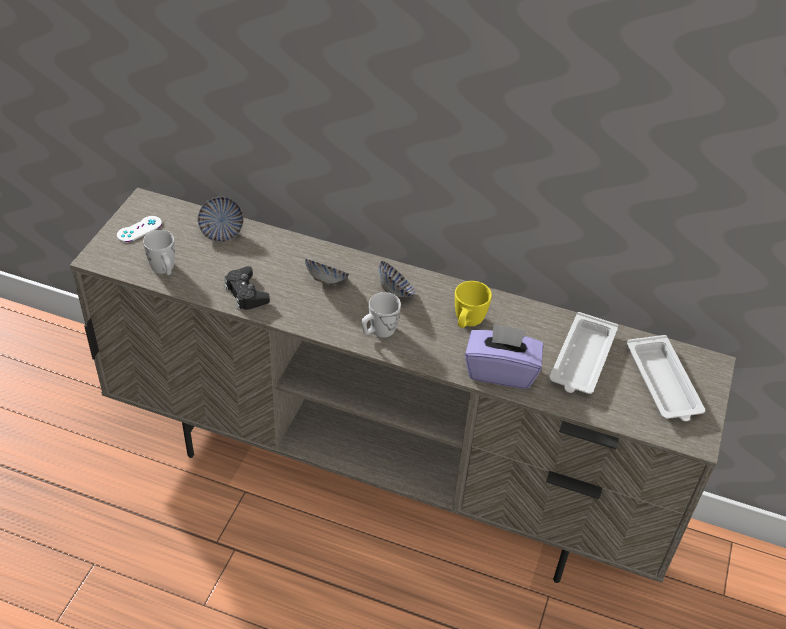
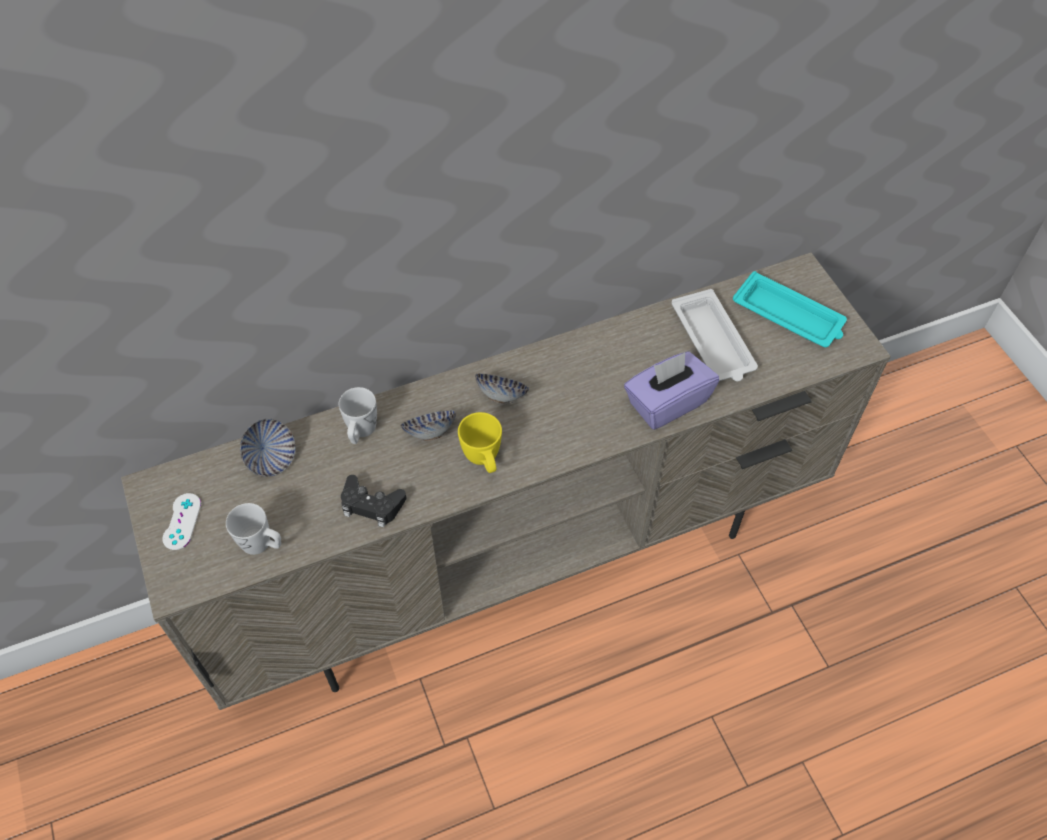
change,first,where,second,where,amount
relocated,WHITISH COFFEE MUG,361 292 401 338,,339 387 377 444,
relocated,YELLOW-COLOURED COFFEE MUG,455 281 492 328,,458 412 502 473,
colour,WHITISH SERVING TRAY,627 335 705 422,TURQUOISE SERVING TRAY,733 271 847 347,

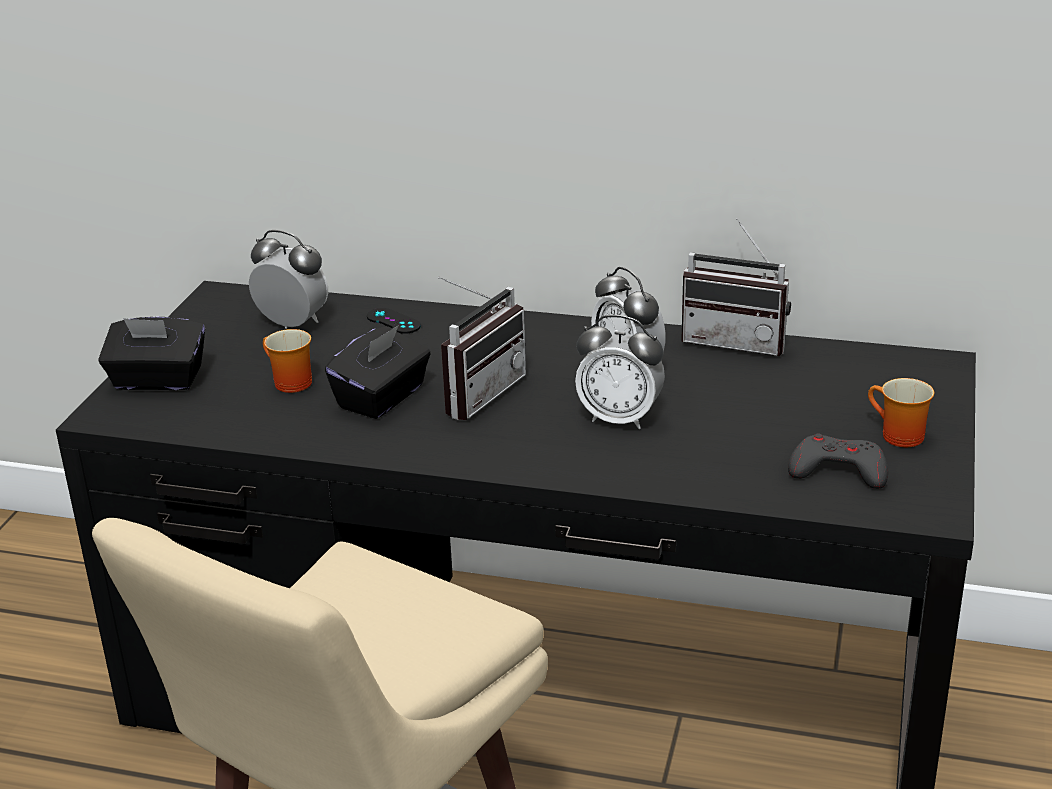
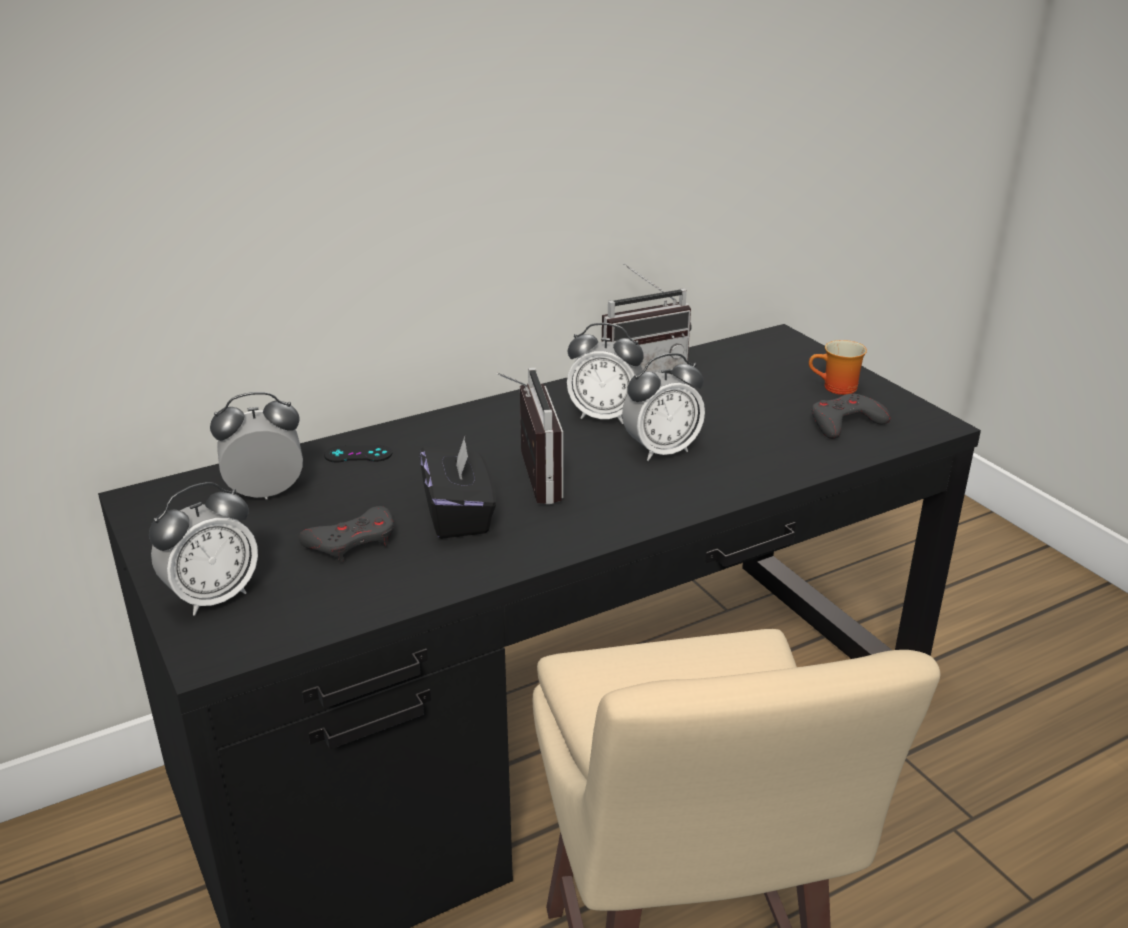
change,first,where,second,where,amount
exchanged,BLACK TISSUE HOLDER,98 316 205 390,ALARM CLOCK,149 482 258 615,
exchanged,COFFEE MUG,263 329 312 393,GREYISH JOYPAD,299 506 394 562,

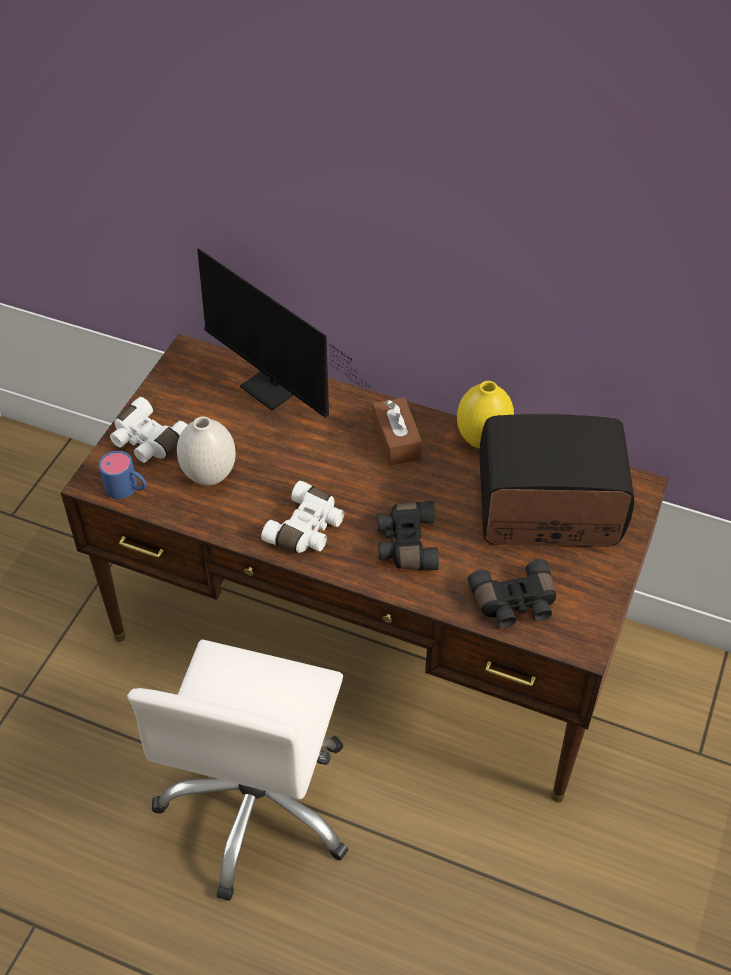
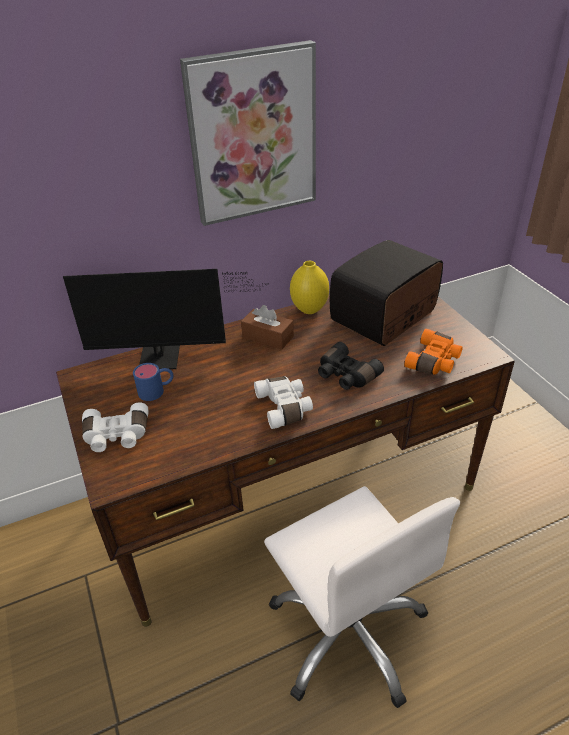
change,first,where,second,where,amount
relocated,BLUE COFFEE MUG,99 451 146 499,,133 363 173 401,
missing,WHITISH VASE,177 416 236 485,,,
colour,BLACK BINOCULARS,468 559 556 628,ORANGE-COLOURED BINOCULARS,404 329 463 375,
appeared,,,WALL ART,180 40 316 226,

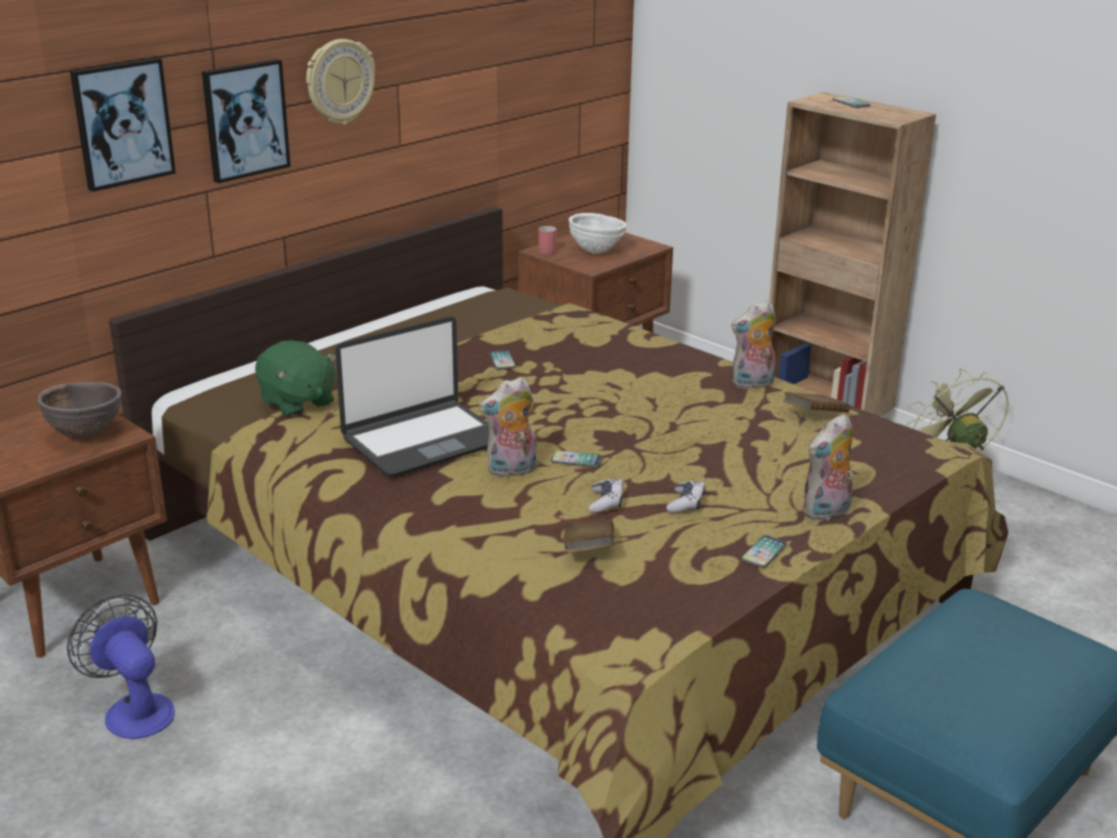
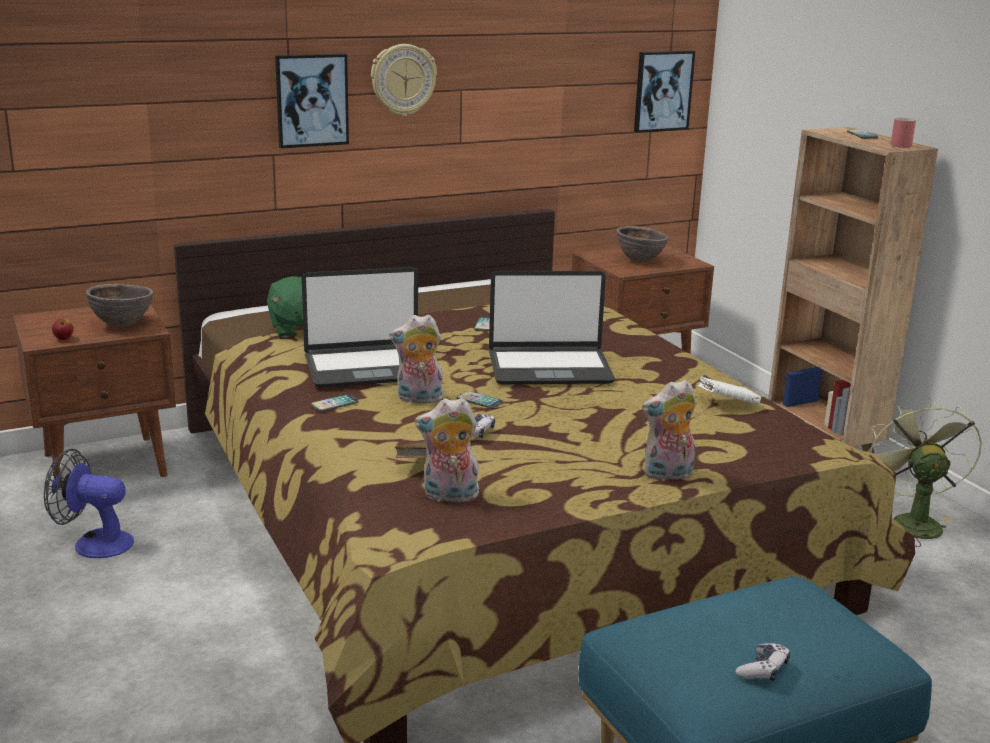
change,first,where,second,where,amount
spun,FAN,67 594 175 739,,44 449 134 558,60 degrees counterclockwise
relocated,WALL ART,70 58 176 192,,634 51 695 133,
relocated,RED COFFEE MUG,538 226 557 254,,890 118 916 148,
colour,WHITISH SERVING BOWL,569 213 626 254,BROWNISH SERVING BOWL,616 226 669 263,
relocated,JOYPAD,666 480 705 513,,736 643 790 681,
relocated,CUDDLY TOY,731 300 776 389,,415 398 480 502,
relocated,PHONE,741 535 787 568,,311 394 359 412,
colour,BROWNISH BOUND BOOK,783 392 850 412,WHITISH BOUND BOOK,698 376 761 405,
appeared,,,APPLE,52 318 74 340,
appeared,,,NOTEBOOK COMPUTER,489 271 615 384,

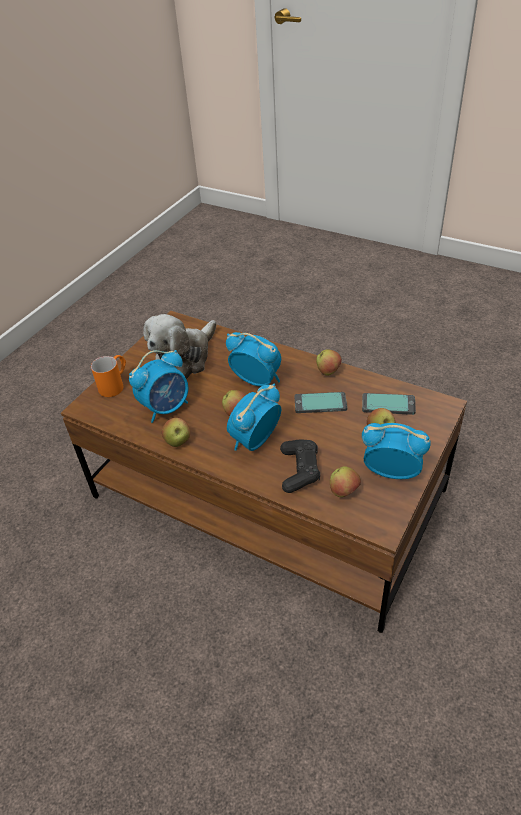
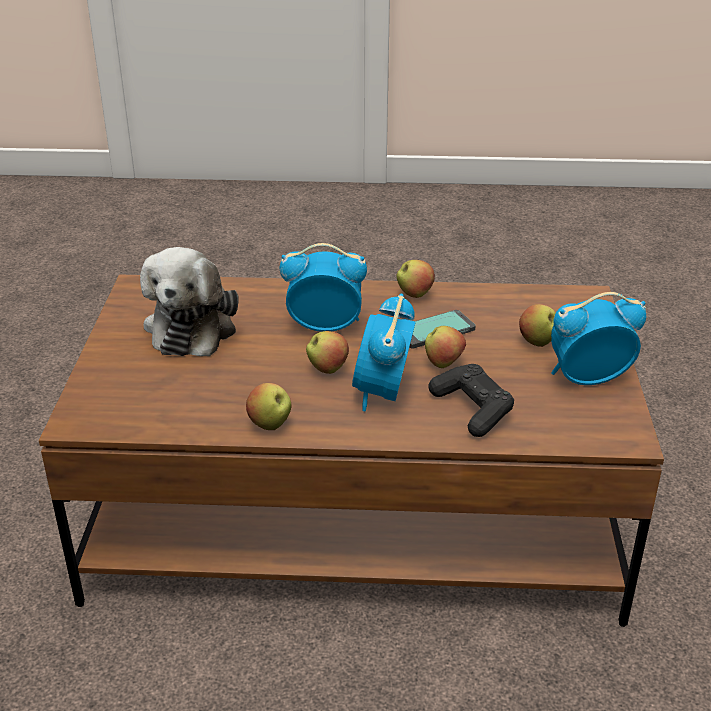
change,first,where,second,where,amount
missing,ORANGE-COLOURED COFFEE MUG,91 355 126 397,,,
missing,ALARM CLOCK,129 350 188 423,,,
relocated,APPLE,330 466 361 497,,425 326 466 368,
missing,PHONE,362 393 416 415,,,

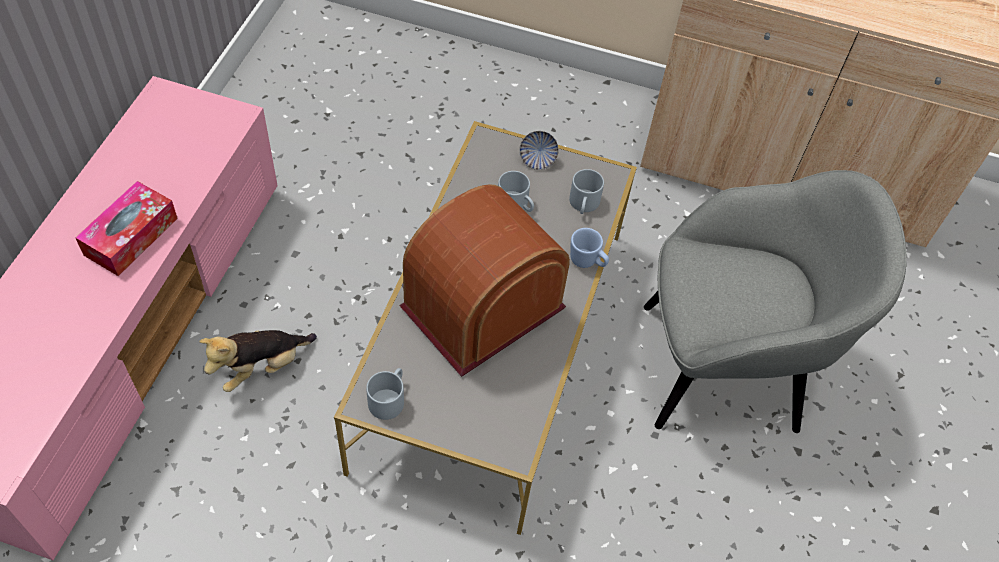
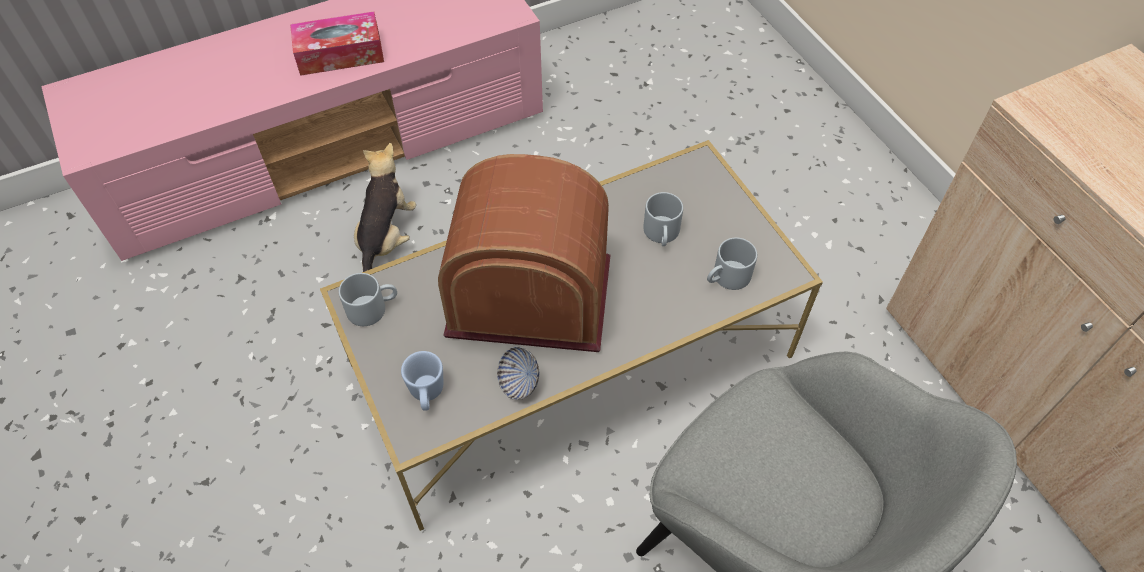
change,first,where,second,where,amount
spun,CUDDLY TOY,199 330 317 392,,354 143 416 272,90 degrees clockwise
relocated,SERVING BOWL,519 131 559 170,,497 347 539 400,
relocated,BLUE COFFEE MUG,570 228 609 268,,401 351 443 411,

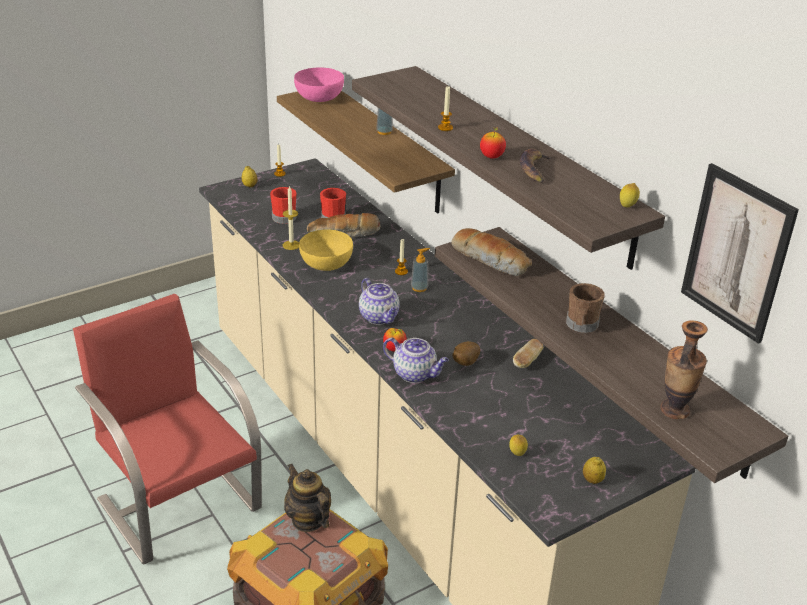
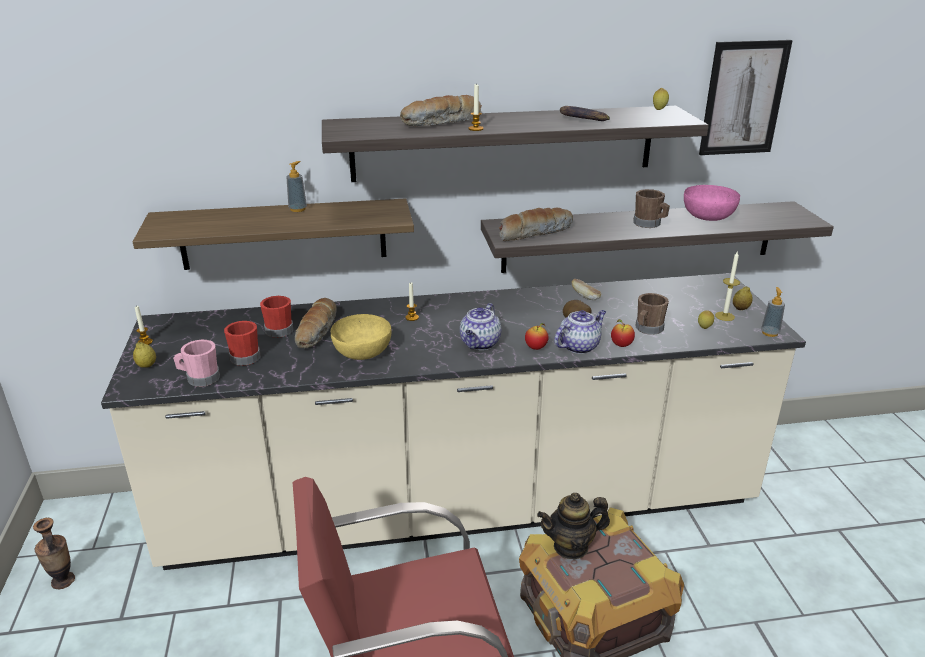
change,first,where,second,where,amount
relocated,CANDLE,283 185 299 250,,715 252 740 321,
relocated,PINK SERVING BOWL,294 67 344 102,,684 185 740 221,
spun,TEAPOT,359 278 400 325,,460 303 501 350,120 degrees clockwise
relocated,SOAP DISPENSER,411 248 430 292,,761 287 785 337,
relocated,APPLE,480 127 506 159,,611 319 635 347,
relocated,VASE,660 320 708 419,,33 518 75 589,
appeared,,,PINK COFFEE MUG,173 340 220 387,
appeared,,,BAKERY BREAD,400 95 482 126,
appeared,,,BROWNISH COFFEE MUG,635 293 669 335,

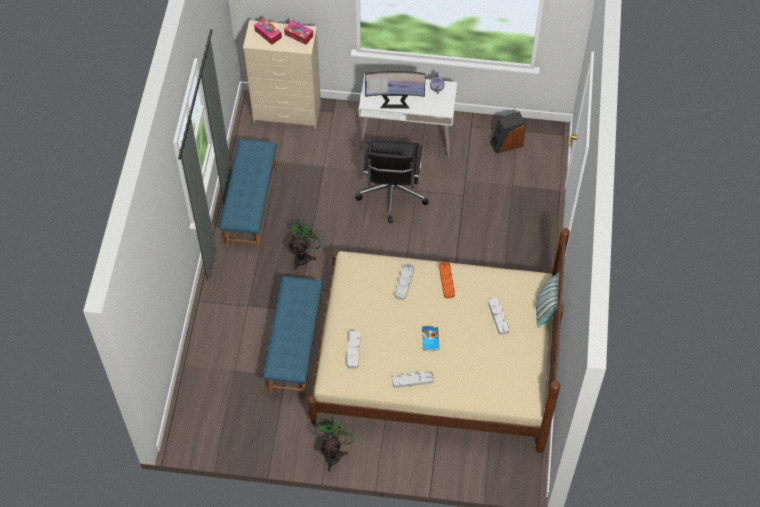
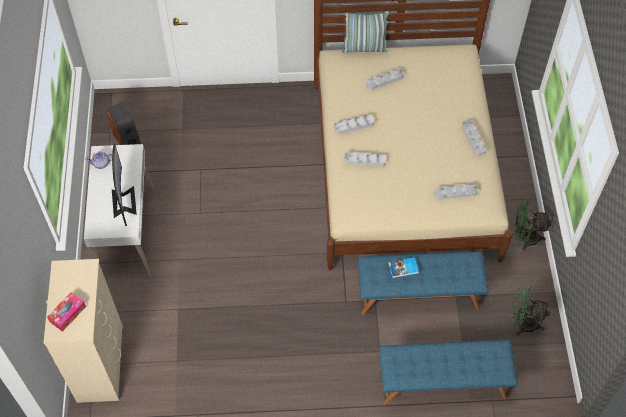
change,first,where,second,where,amount
relocated,BLUE INDOOR BENCH,220 139 277 250,,379 340 518 405,
missing,TISSUE HOLDER,284 20 313 45,,,
relocated,GREEN FAN,288 219 324 270,,509 284 550 335,
missing,BLACK COMPUTER CHAIR,355 140 428 223,,,
relocated,BOUND BOOK,422 326 439 351,,388 257 419 278,
colour,ORANGE-COLOURED SERVING TRAY,439 262 455 298,GREYISH SERVING TRAY,334 114 374 134,

